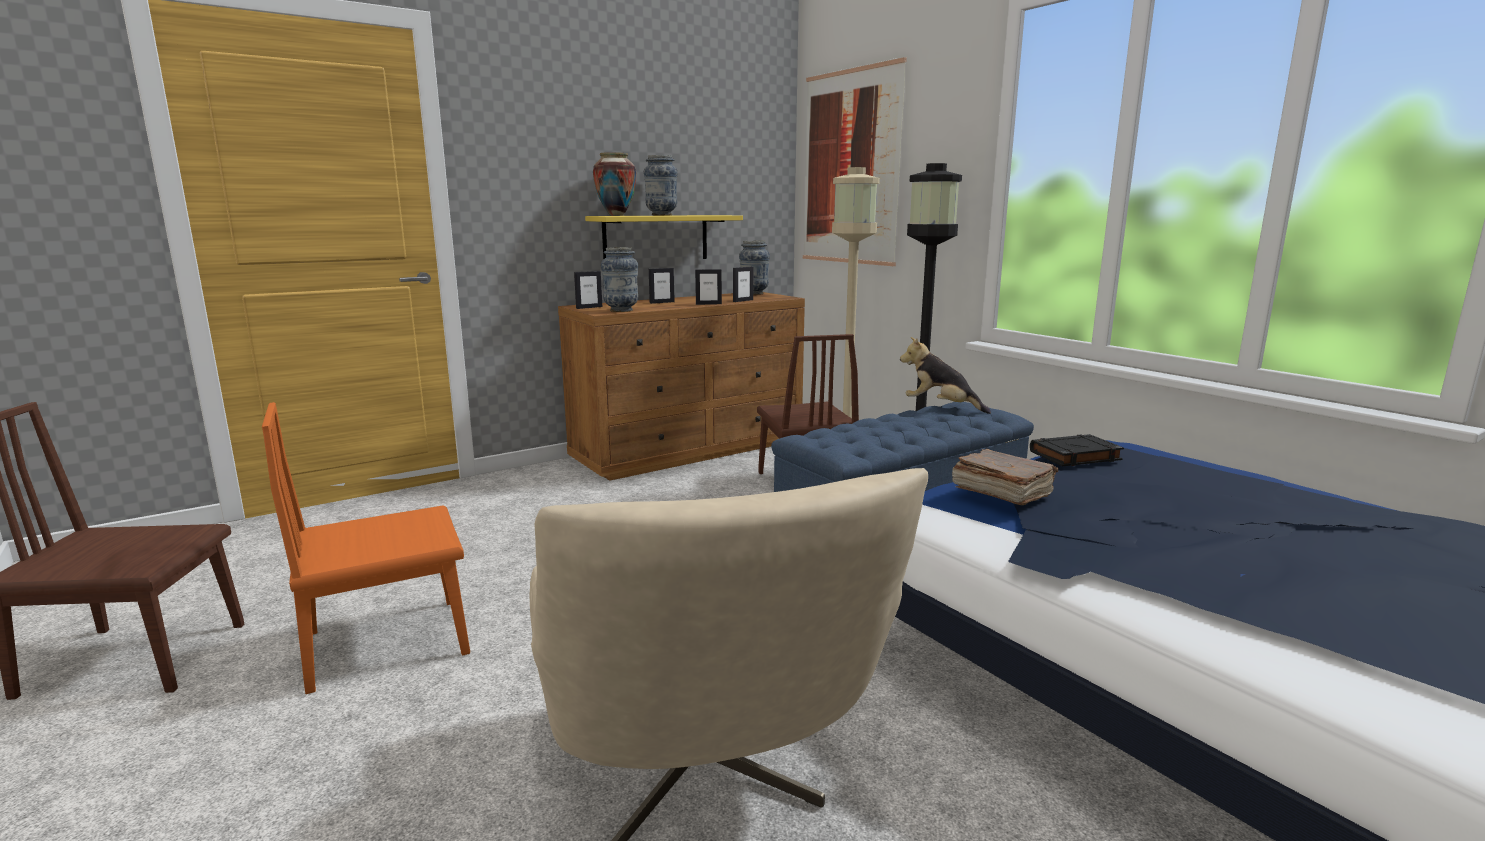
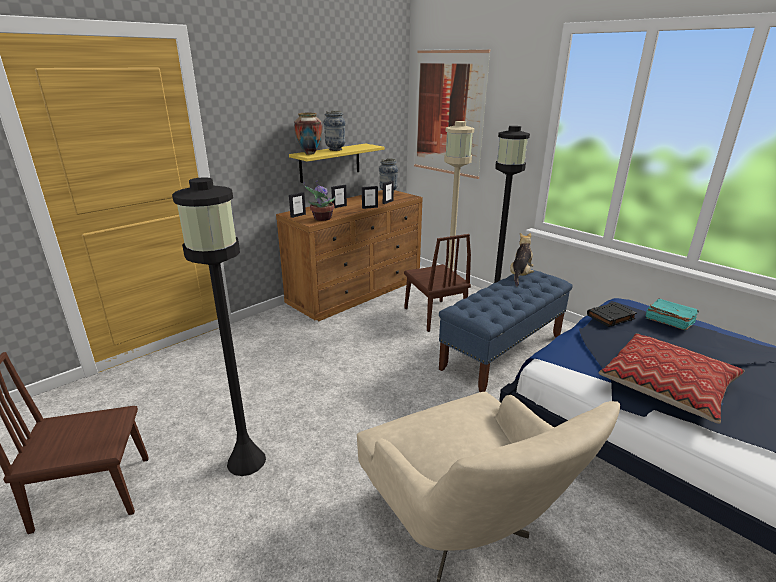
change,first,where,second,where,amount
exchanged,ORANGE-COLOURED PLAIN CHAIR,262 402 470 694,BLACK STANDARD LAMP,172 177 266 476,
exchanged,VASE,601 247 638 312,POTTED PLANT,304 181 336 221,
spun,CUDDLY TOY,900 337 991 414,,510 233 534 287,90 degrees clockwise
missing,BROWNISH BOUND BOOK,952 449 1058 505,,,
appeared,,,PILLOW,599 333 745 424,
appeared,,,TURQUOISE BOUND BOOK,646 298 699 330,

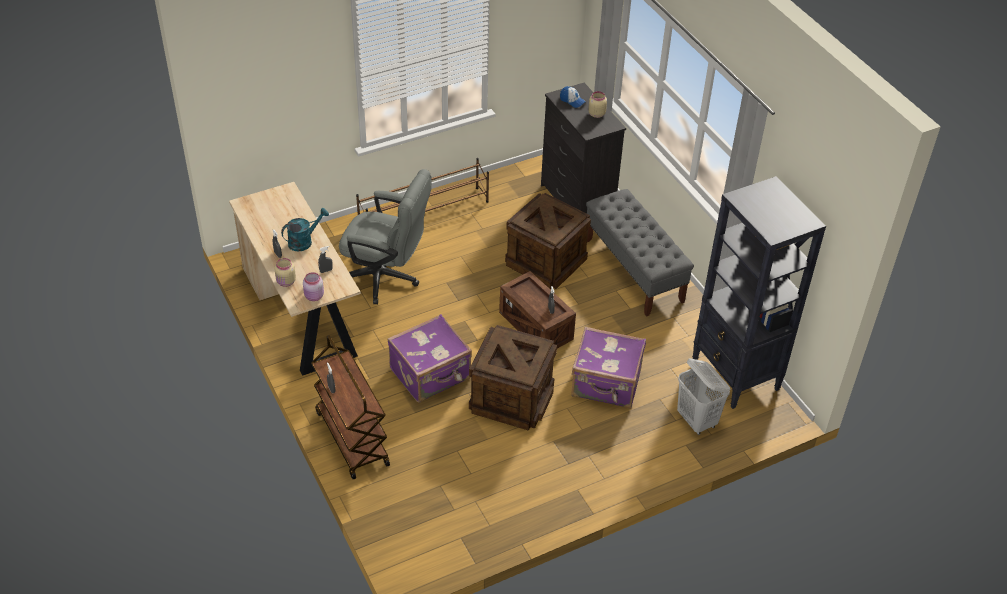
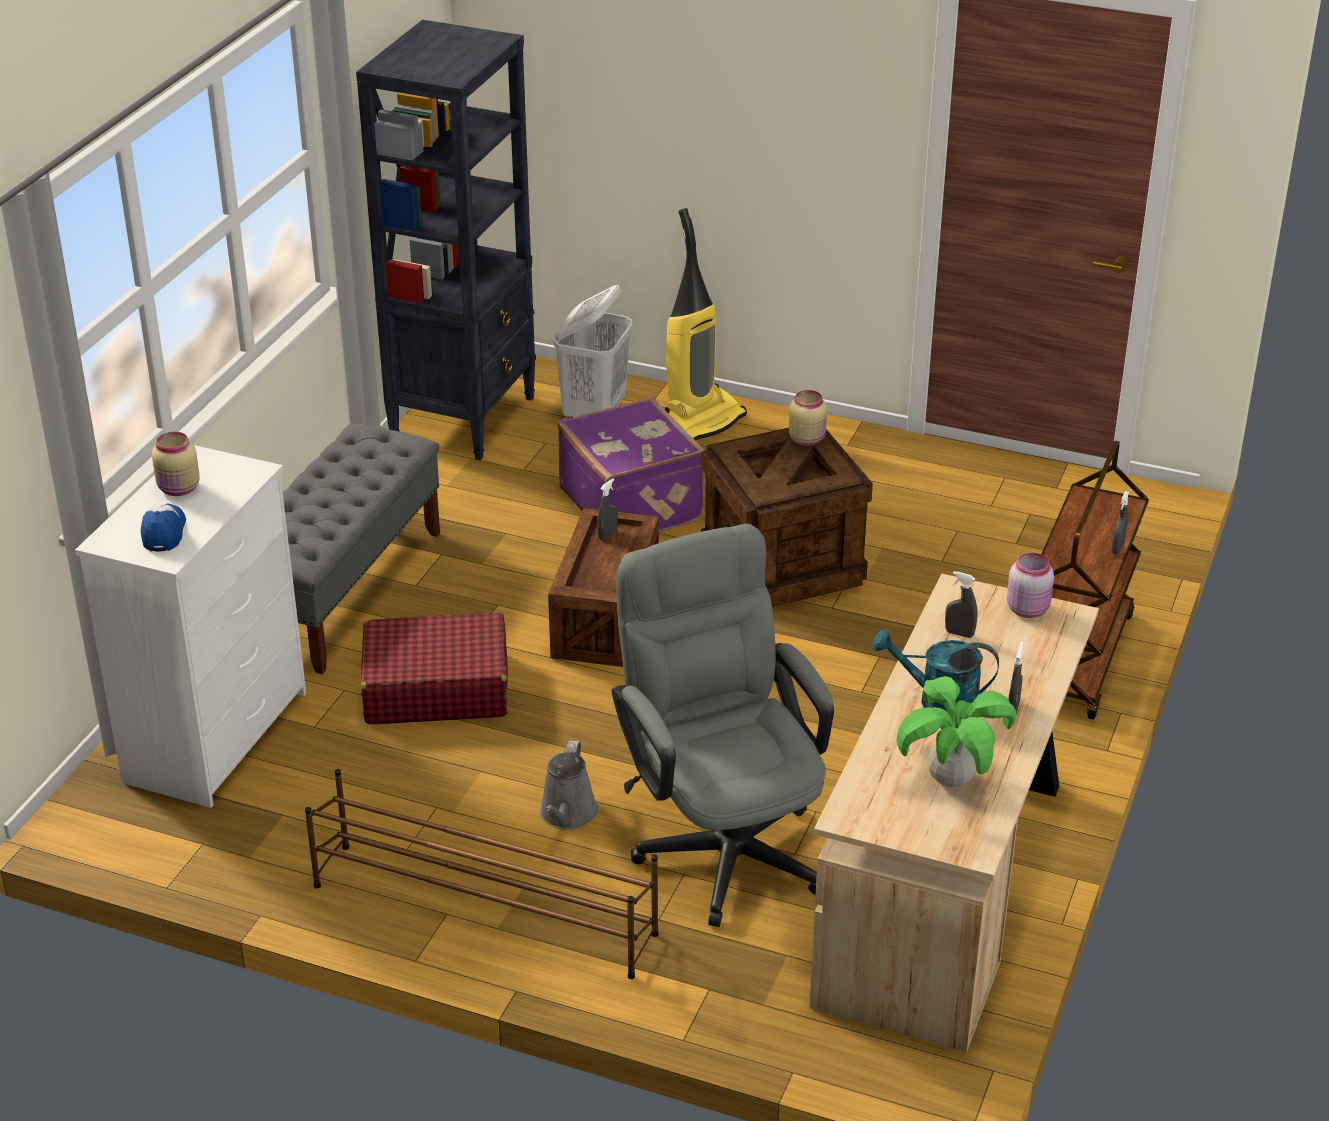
change,first,where,second,where,amount
relocated,BEIGE-COLOURED PRESERVE JAR,274 258 296 287,,789 390 827 446,
missing,PURPLE-COLOURED PIECE OF LUGGAGE,387 314 472 403,,,
exchanged,PACKING CRATE,505 193 591 289,RED PIECE OF LUGGAGE,361 612 508 724,
colour,BLACK DRESSER,541 83 626 214,WHITISH DRESSER,75 445 306 808,
appeared,,,GREYISH WATERING POT,539 740 598 830,
appeared,,,HOOVER,665 208 747 441,
appeared,,,POTTED PLANT,896 676 1016 787,

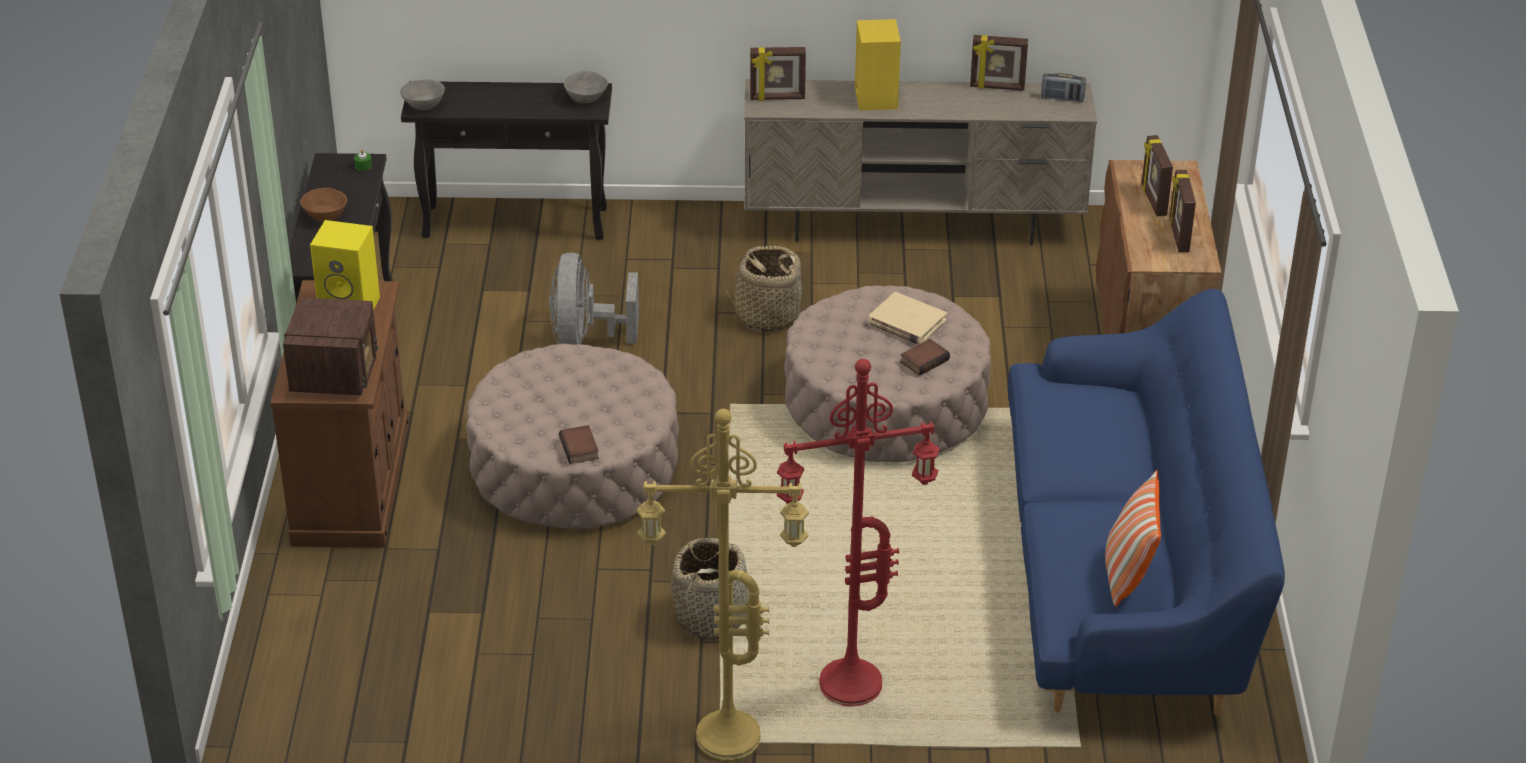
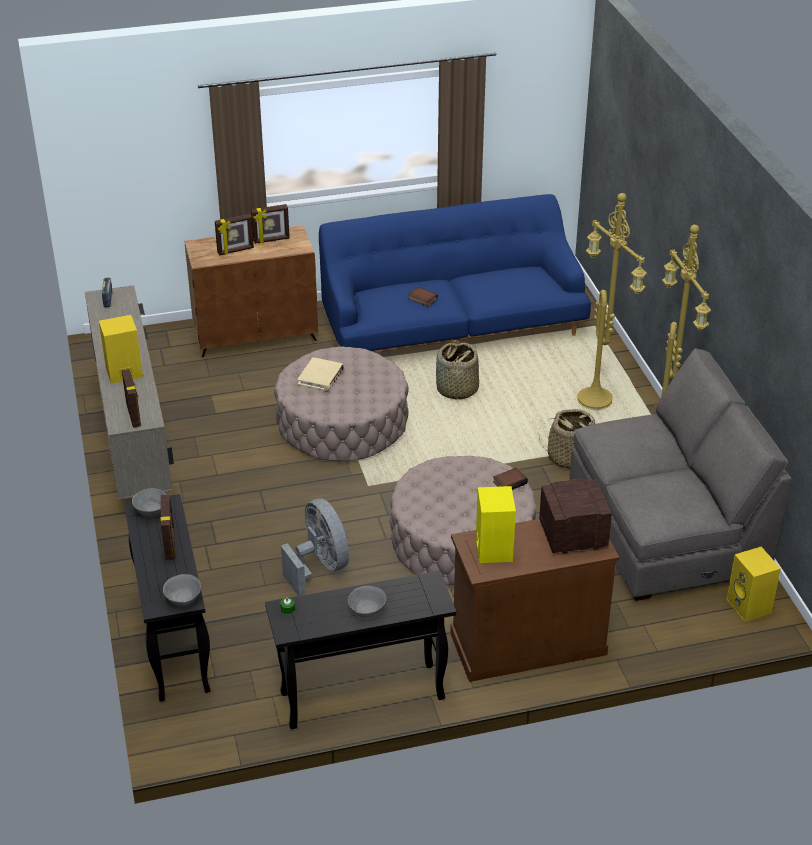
change,first,where,second,where,amount
colour,BROWNISH SERVING BOWL,300 188 347 222,GREYISH SERVING BOWL,348 586 386 618,
spun,GREYISH FAN,549 253 639 345,,281 499 349 596,105 degrees counterclockwise
relocated,BASKET,725 246 804 331,,436 340 479 400,
colour,RED STANDARD LAMP,777 359 940 706,YELLOW-COLOURED STANDARD LAMP,577 193 647 410,
relocated,BOUND BOOK,900 339 950 376,,408 287 438 307,
relocated,STANDING FRAME,970 35 1028 91,,161 494 175 560,
missing,PILLOW,1105 470 1161 607,,,
appeared,,,GREYISH SETTEE,570 348 792 601,
appeared,,,YELLOW-COLOURED AUDIO SPEAKER,727 547 781 622,

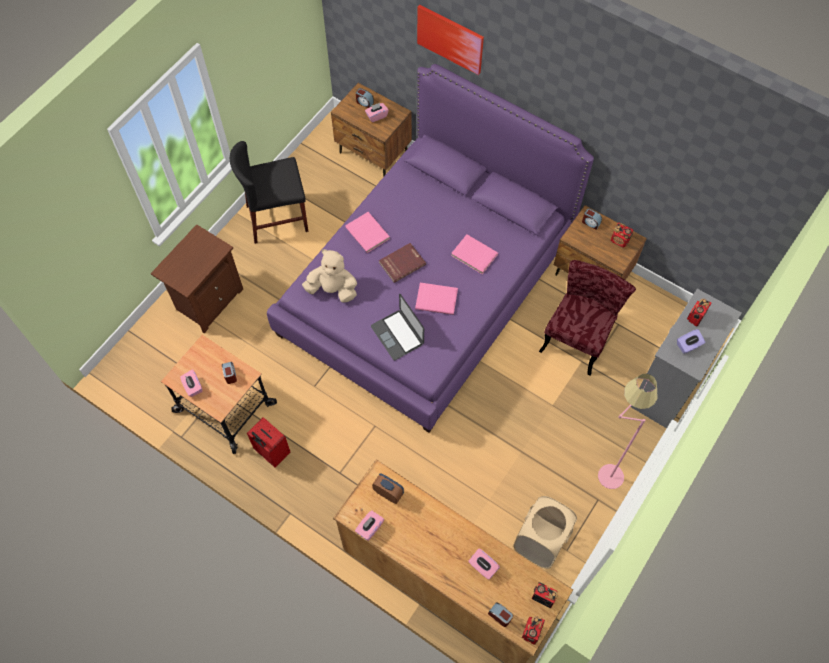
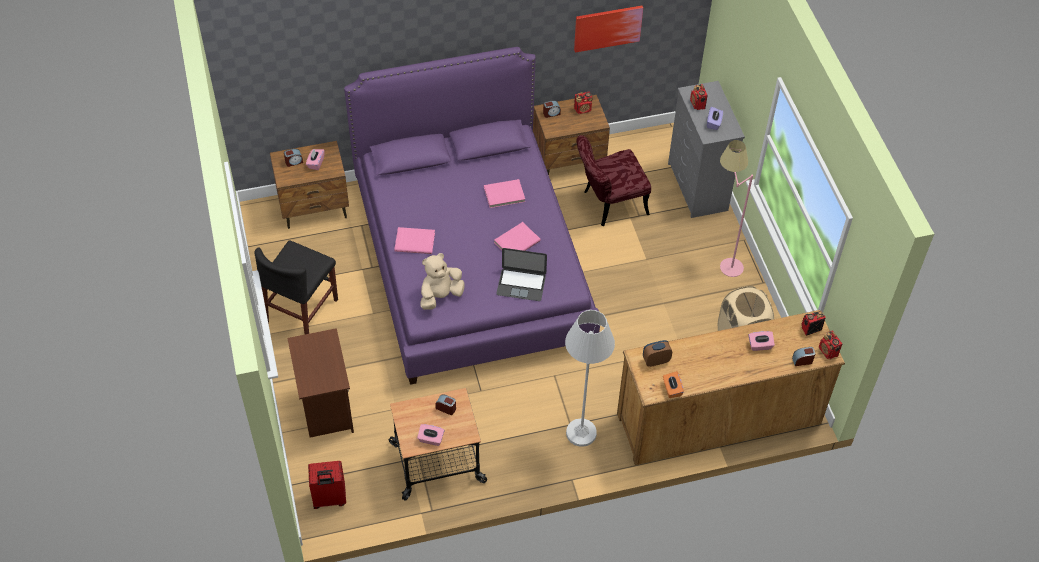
change,first,where,second,where,amount
relocated,RED PIECE OF LUGGAGE,247 417 290 467,,308 461 346 509,
colour,PINK TISSUE HOLDER,355 510 384 541,ORANGE-COLOURED TISSUE HOLDER,663 371 684 398,
missing,RED BOUND BOOK,379 243 426 283,,,
relocated,WALL ART,417 5 484 75,,574 6 643 53,
spun,RED PLAIN CHAIR,539 260 636 375,,576 135 651 226,90 degrees counterclockwise
appeared,,,WHITISH STANDARD LAMP,565 310 615 447,

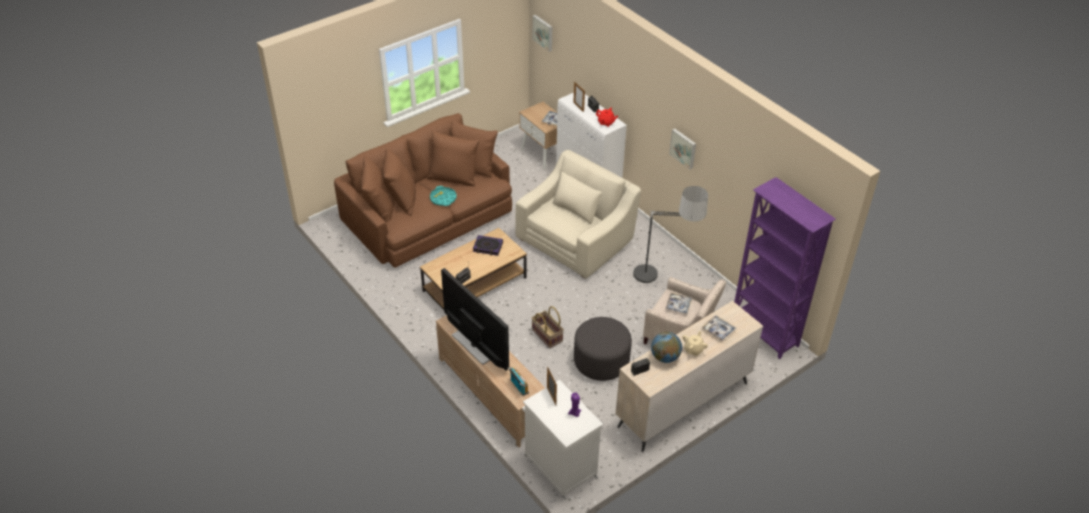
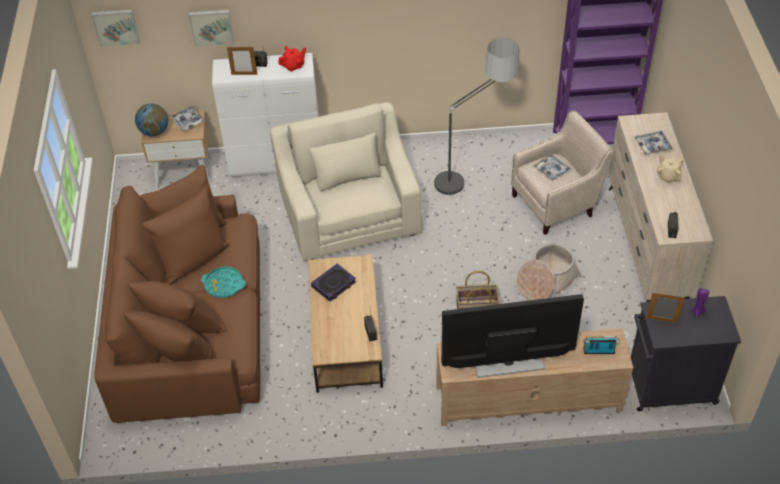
change,first,where,second,where,amount
colour,WHITISH CUPBOARD,522 380 603 500,BLACK CUPBOARD,631 296 741 411,
exchanged,GREYISH FOOTREST,574 317 632 381,BASKET,516 243 582 300,
relocated,WORLD GLOBE,651 332 682 363,,135 103 168 136,
relocated,WALL ART,669 129 696 169,,189 10 234 47,

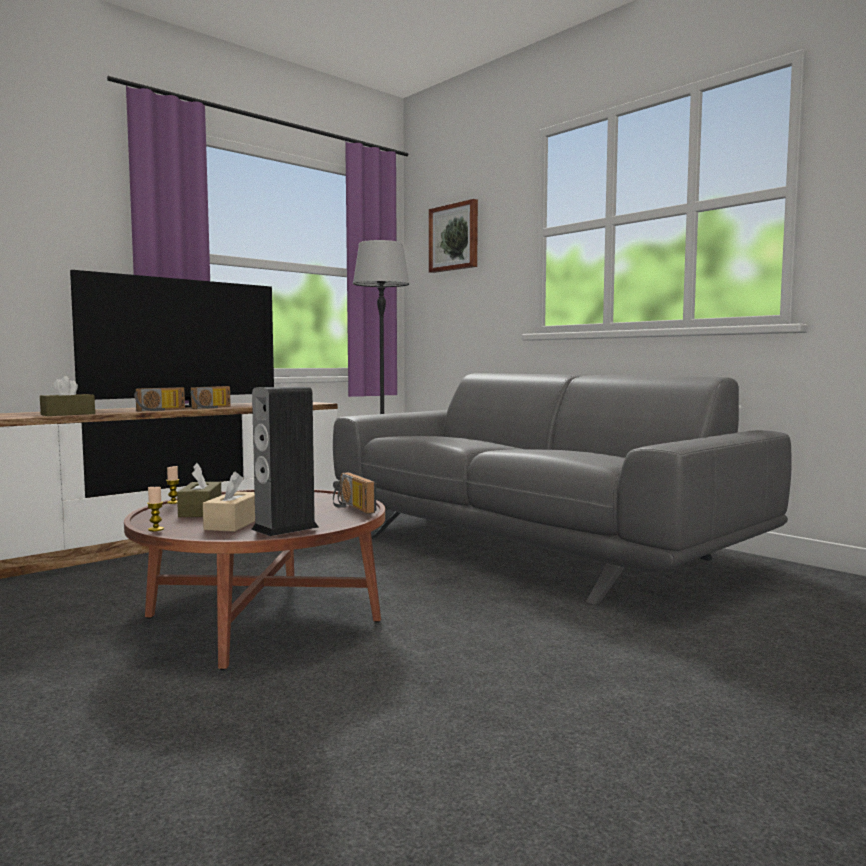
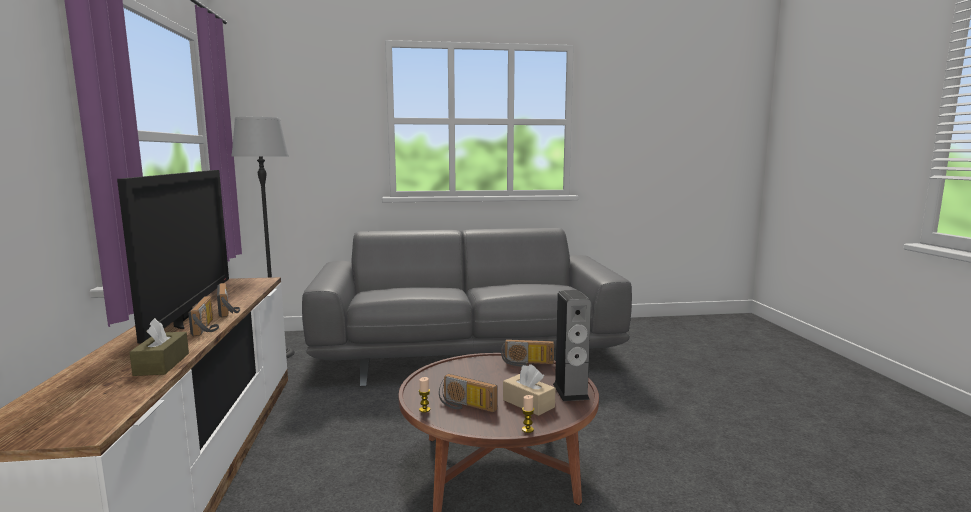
change,first,where,second,where,amount
exchanged,BROWNISH TISSUE HOLDER,177 463 221 517,RADIO,439 374 497 412,
missing,WALL ART,429 199 478 273,,,

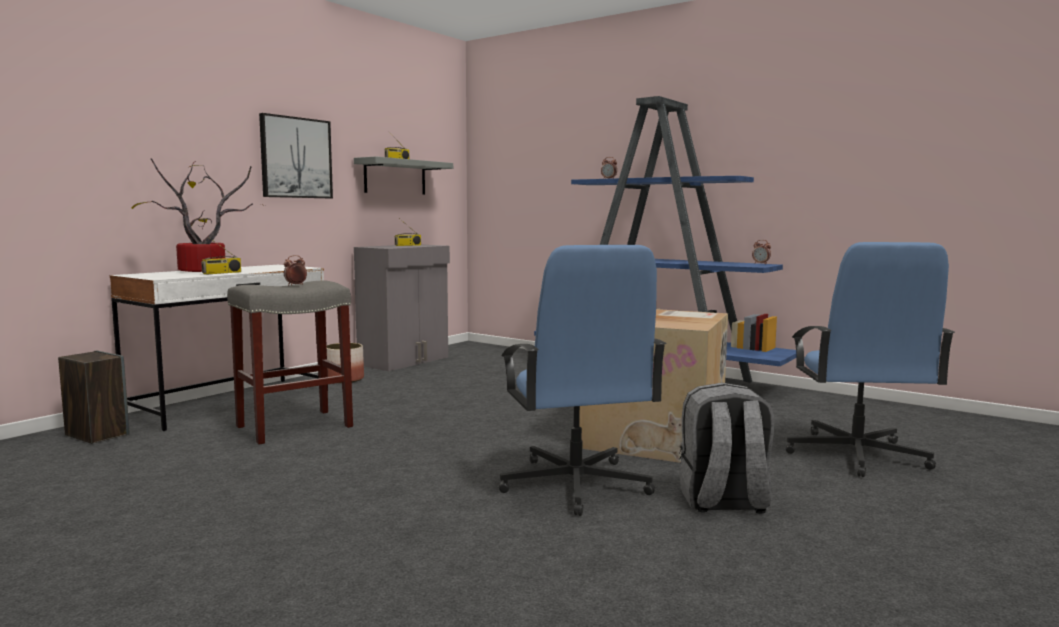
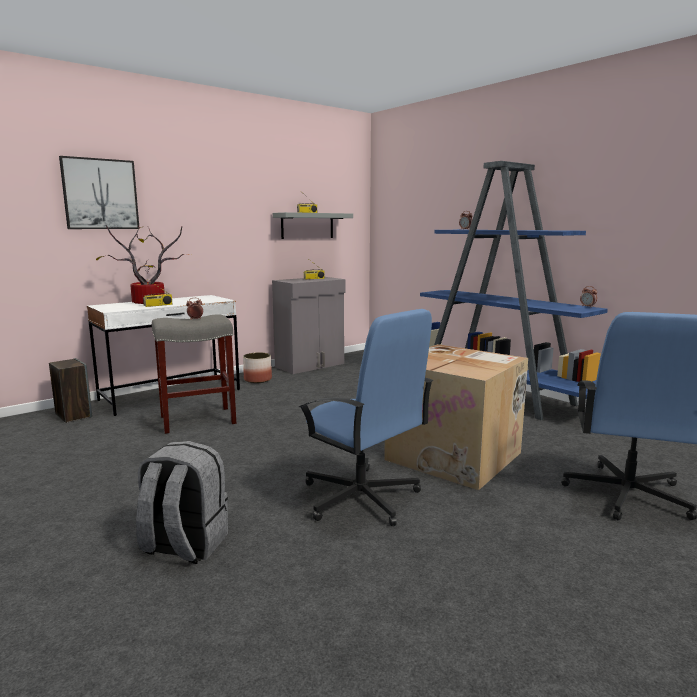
change,first,where,second,where,amount
relocated,WALL ART,259 113 333 198,,59 156 140 229,
spun,BLUE COMPUTER CHAIR,499 245 667 516,,298 309 433 526,45 degrees counterclockwise
relocated,GREYISH KNAPSACK,679 383 774 514,,136 441 228 564,

